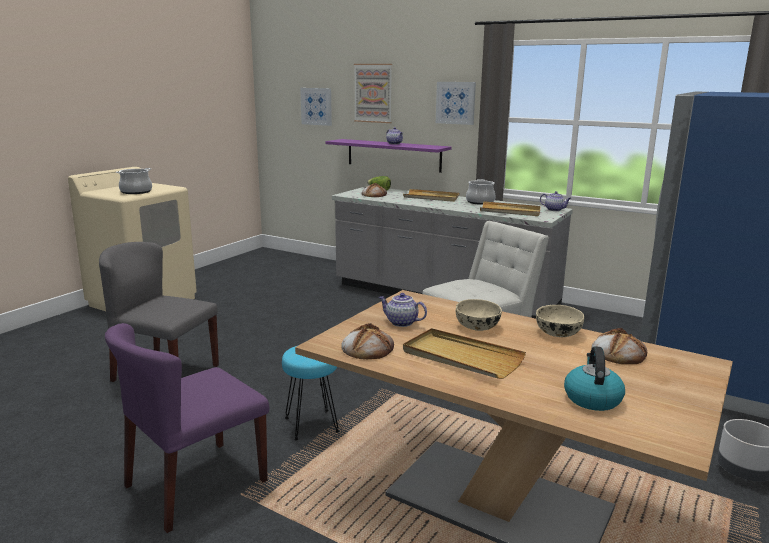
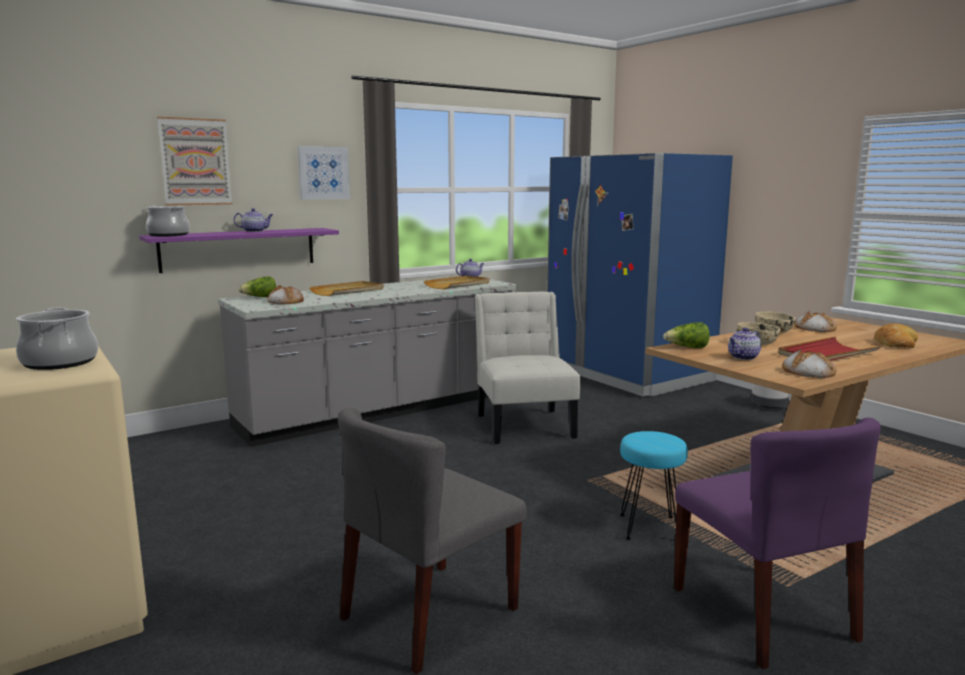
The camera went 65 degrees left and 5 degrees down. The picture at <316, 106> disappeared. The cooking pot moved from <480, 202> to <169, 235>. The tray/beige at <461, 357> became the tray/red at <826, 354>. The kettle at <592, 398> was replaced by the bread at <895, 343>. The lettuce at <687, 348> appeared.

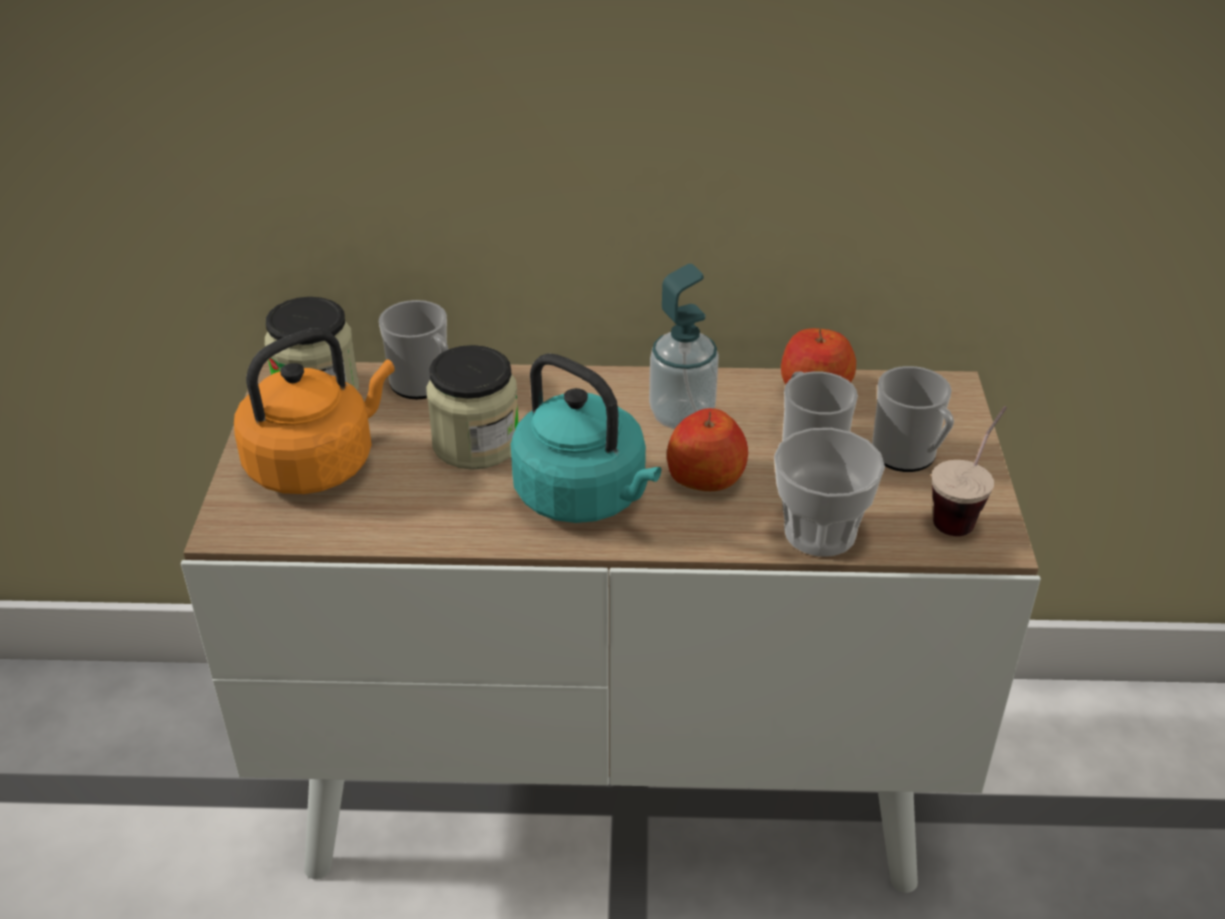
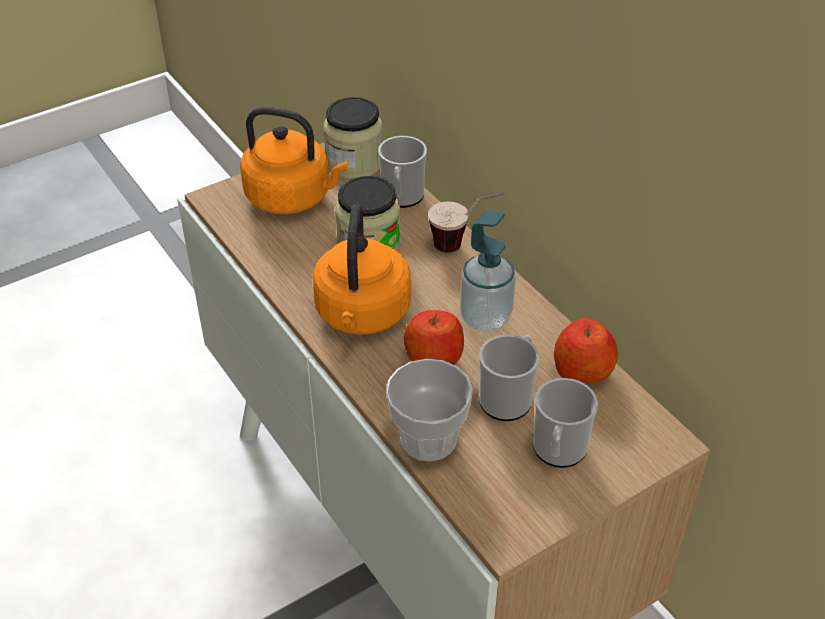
The camera went 55 degrees right and 5 degrees up. The kettle/turquoise at <585, 498> became the kettle/orange at <362, 315>. The cup moved from <964, 511> to <464, 245>.

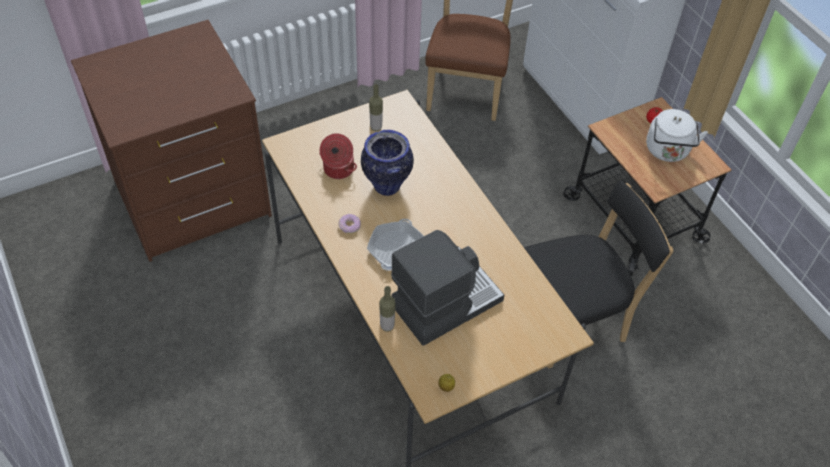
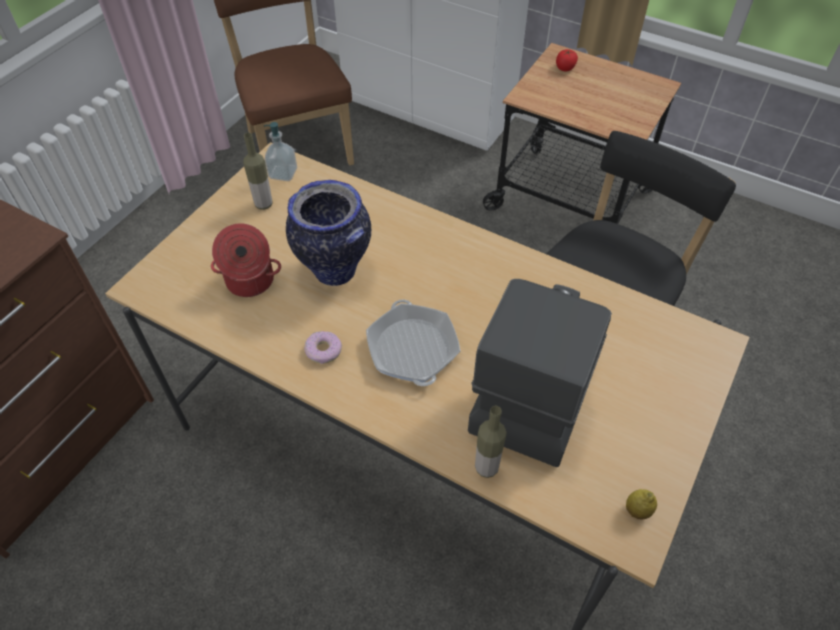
The camera went 30 degrees left and 0 degrees up. The kettle/white at <667, 151> disappeared. The soap dispenser at <283, 173> appeared.

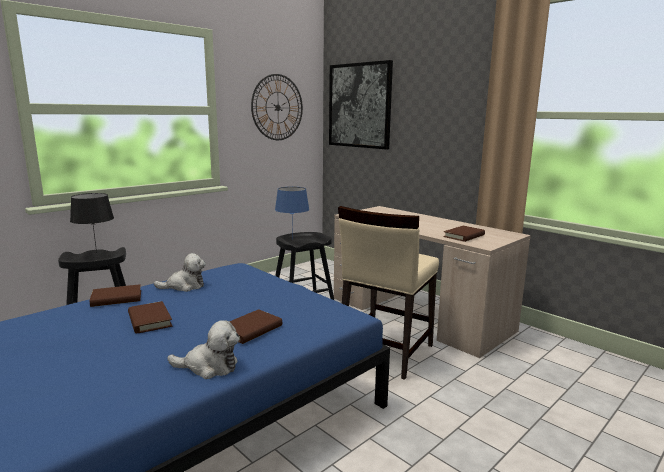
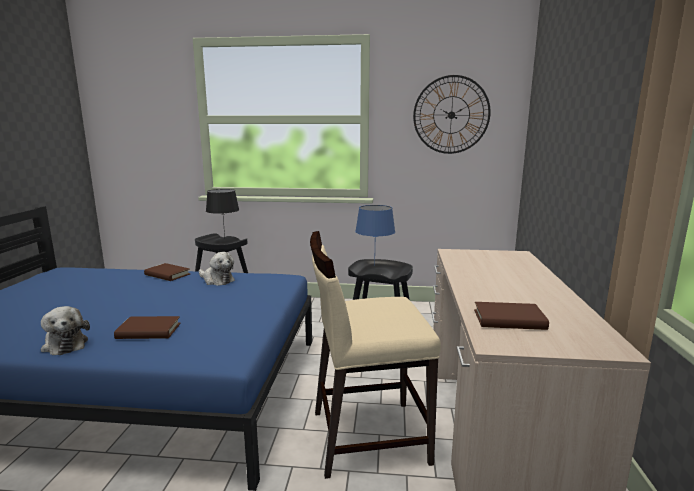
The camera went 50 degrees right and 0 degrees up. The picture at <359, 105> disappeared. The book/brown at <149, 320> disappeared.

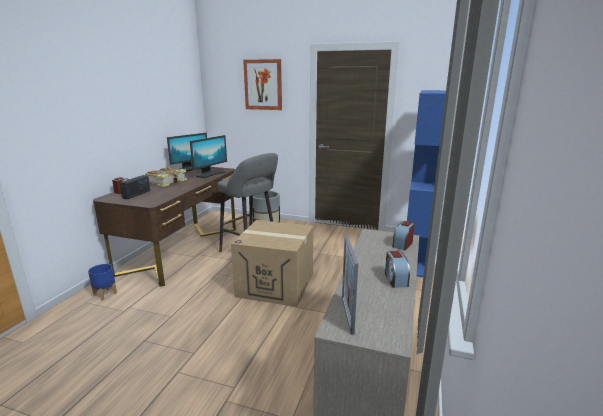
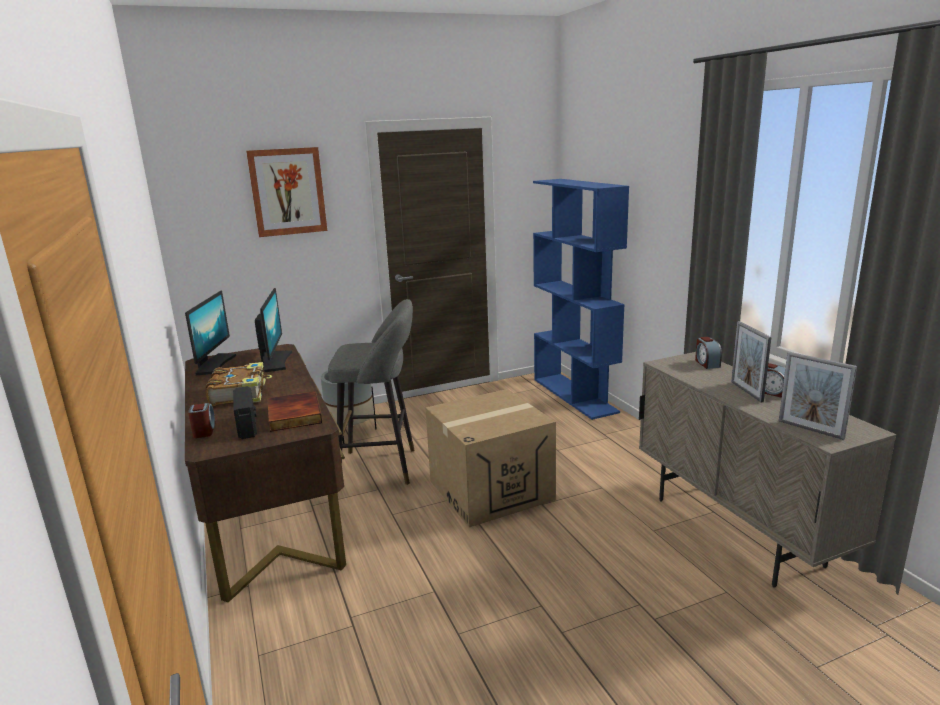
The camera went 40 degrees left and 0 degrees up. The planter/blue at <105, 294> disappeared. The picture frame at <746, 391> appeared. The book at <293, 415> appeared.

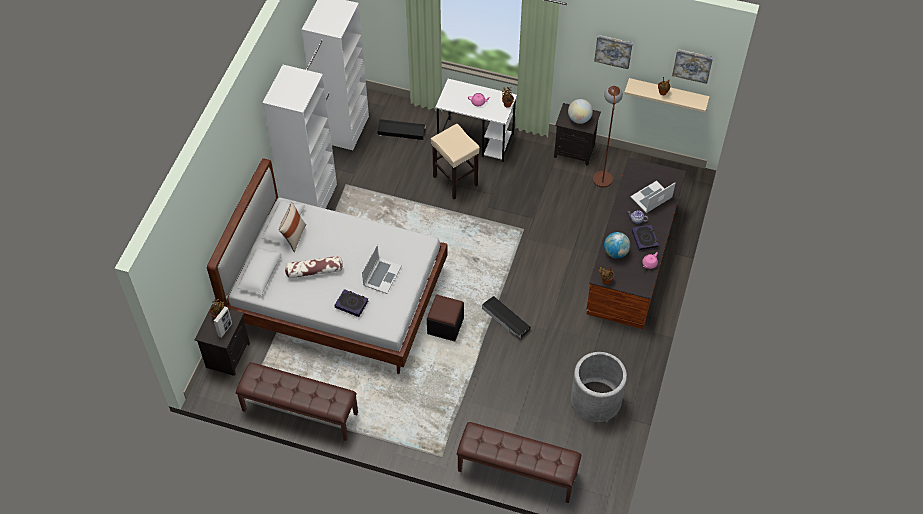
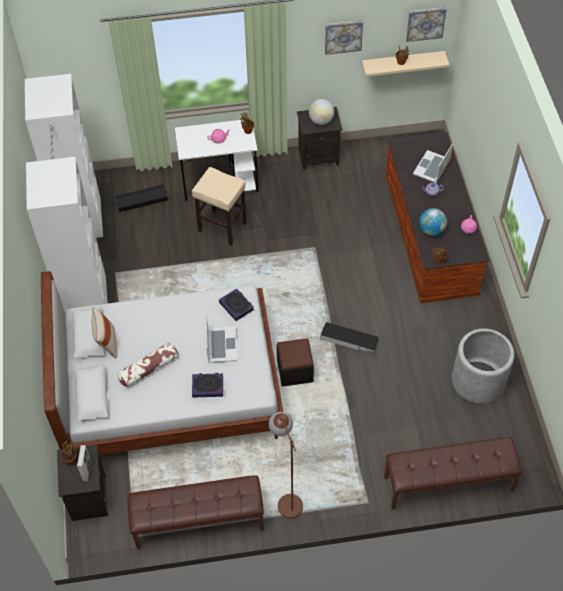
The camera went 25 degrees left and 0 degrees up. The floor lamp/brown moved from <602, 174> to <286, 498>. The book moved from <645, 239> to <236, 306>.

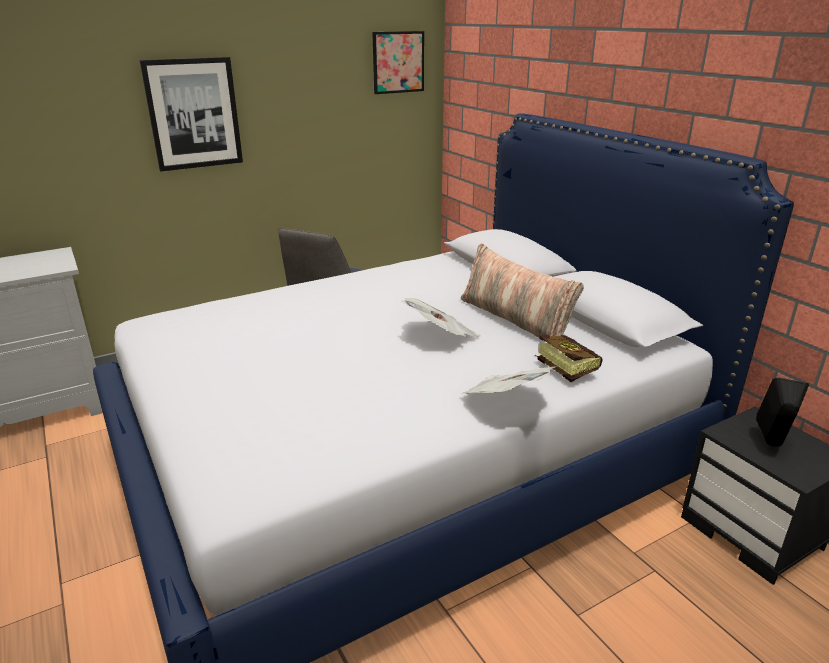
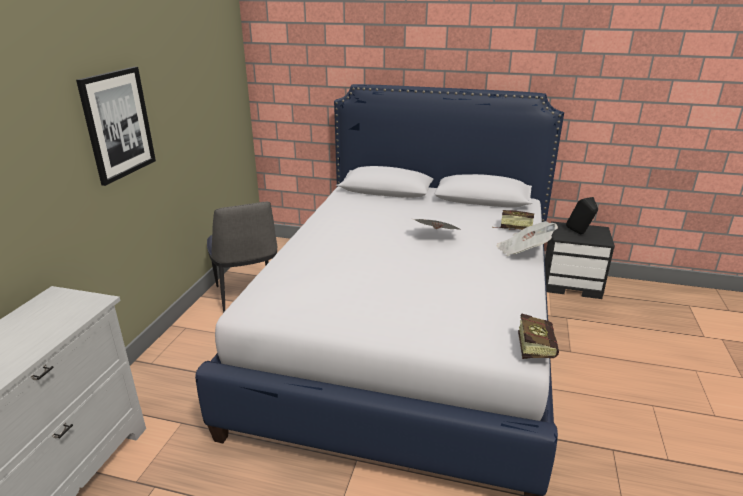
The camera went 45 degrees left and 0 degrees up. The picture at <398, 62> disappeared. The pillow at <515, 320> disappeared. The book at <534, 346> appeared.

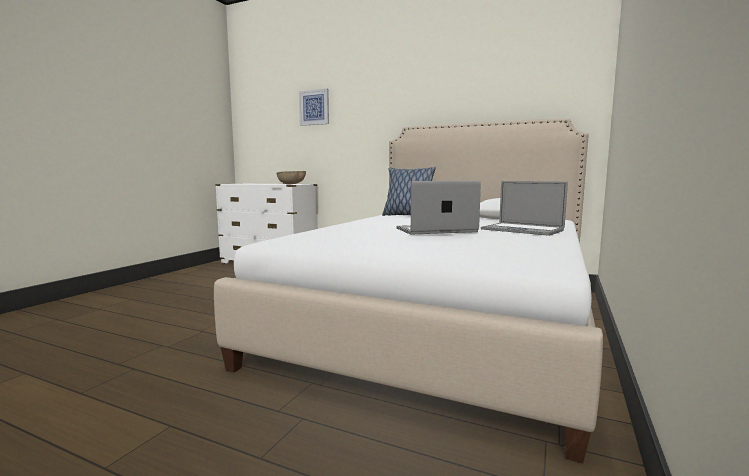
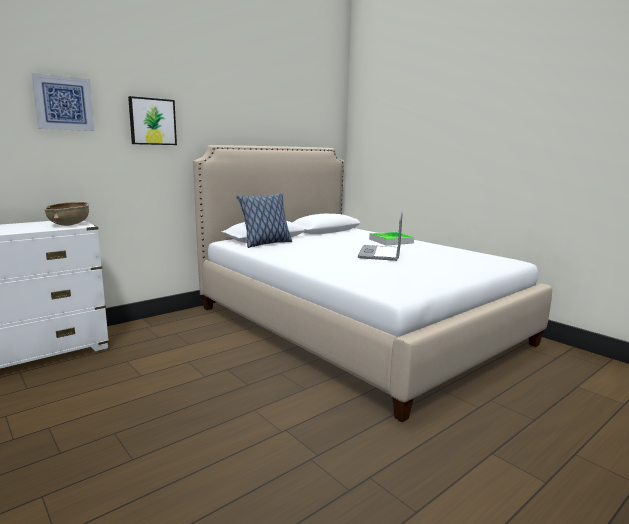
The camera went 65 degrees left and 5 degrees up. The laptop at <522, 230> was replaced by the tray at <391, 241>. The picture at <152, 121> appeared.

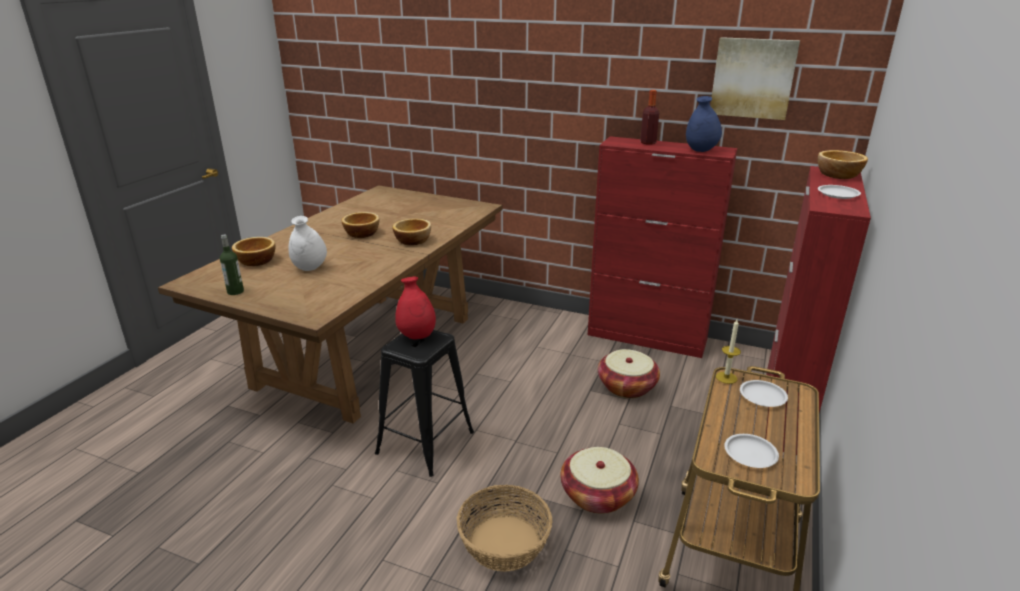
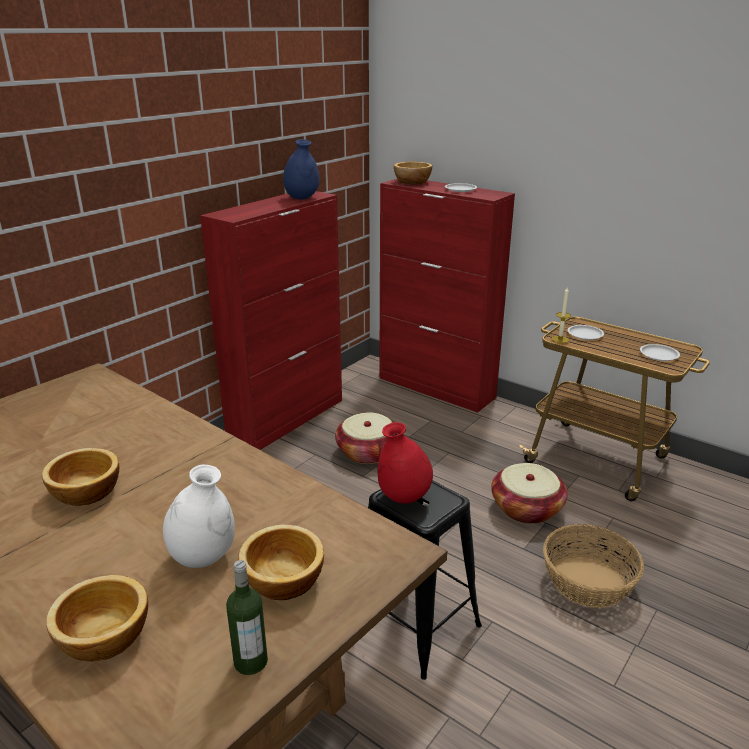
The camera went 75 degrees left and 0 degrees up. The picture at <753, 78> disappeared. The bottle at <648, 143> disappeared. The bowl moved from <413, 240> to <281, 580>.

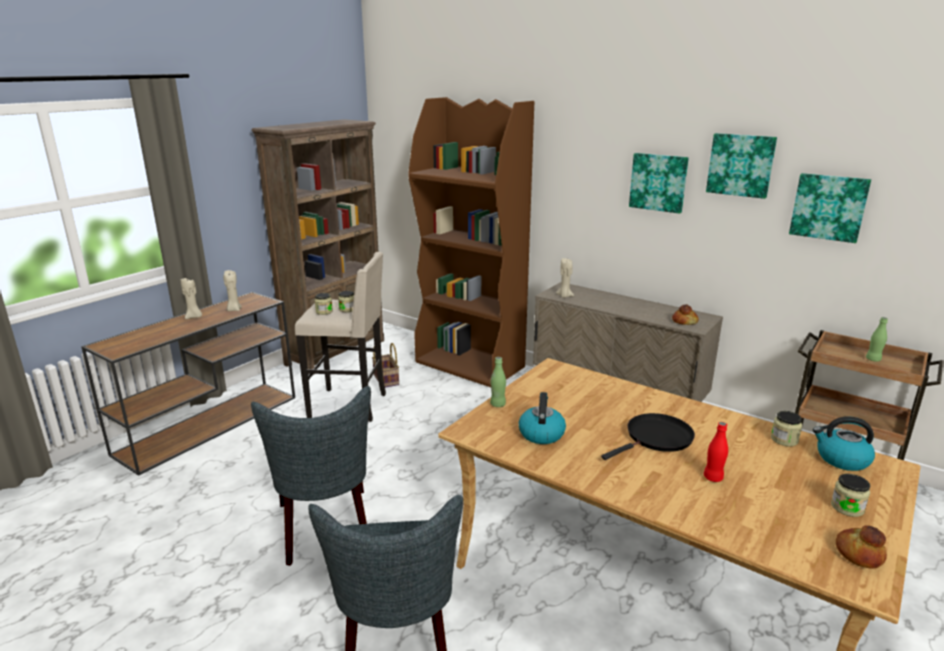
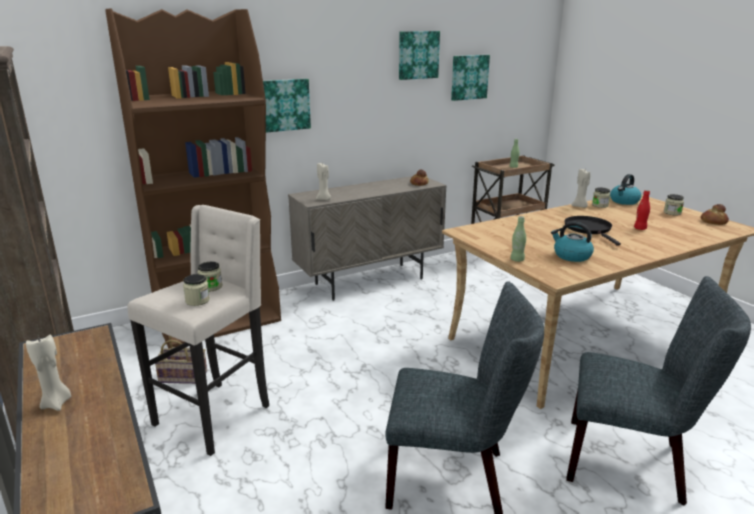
The camera went 65 degrees left and 0 degrees up. The picture moved from <658, 182> to <285, 105>. The candle/beige moved from <234, 310> to <580, 206>.

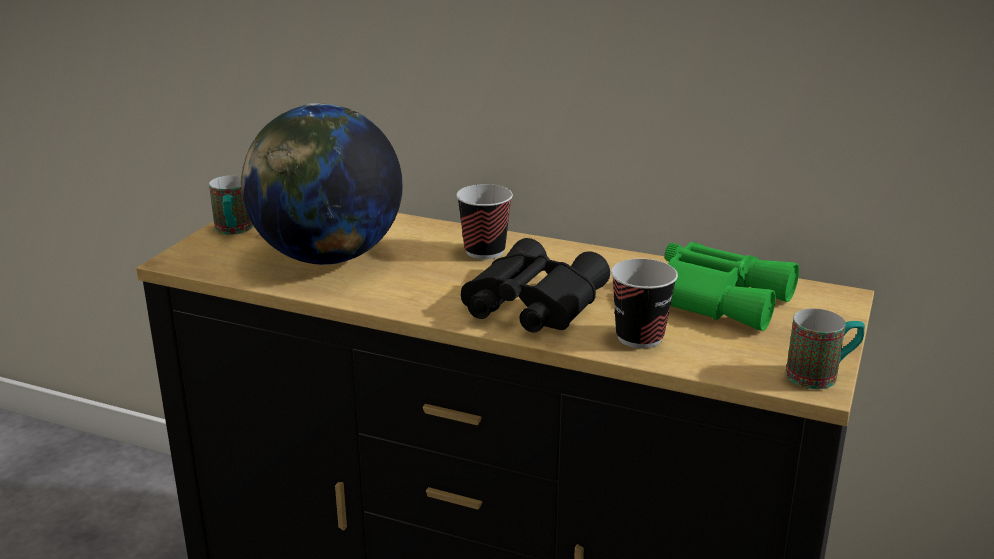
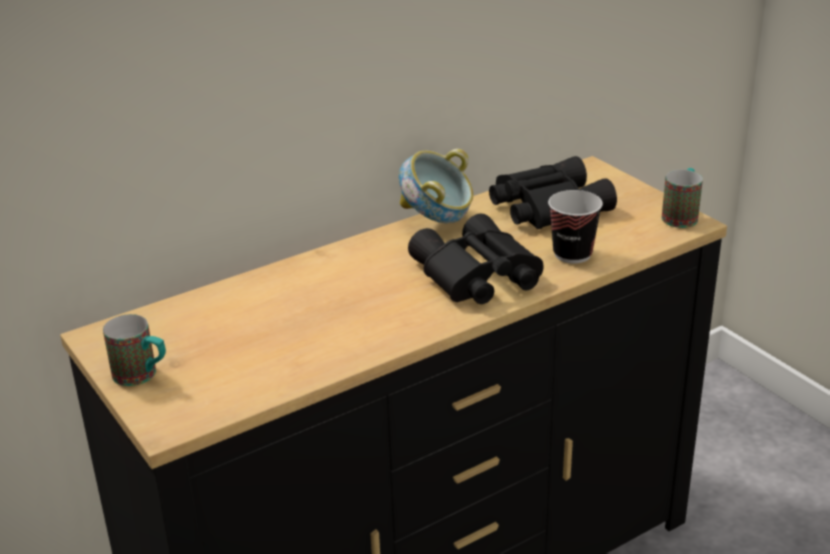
The camera went 55 degrees left and 5 degrees up. The globe at <327, 258> disappeared. The cup at <484, 251> disappeared. The binoculars/green at <717, 297> became the binoculars/black at <546, 206>. The bowl at <437, 221> appeared.

